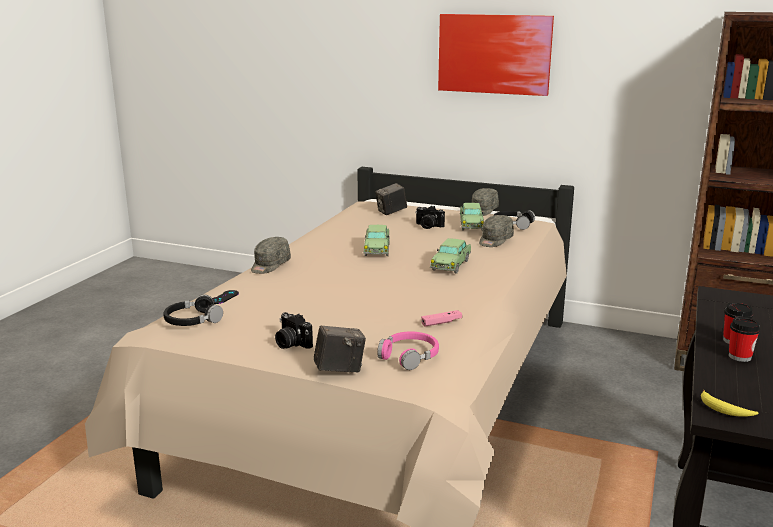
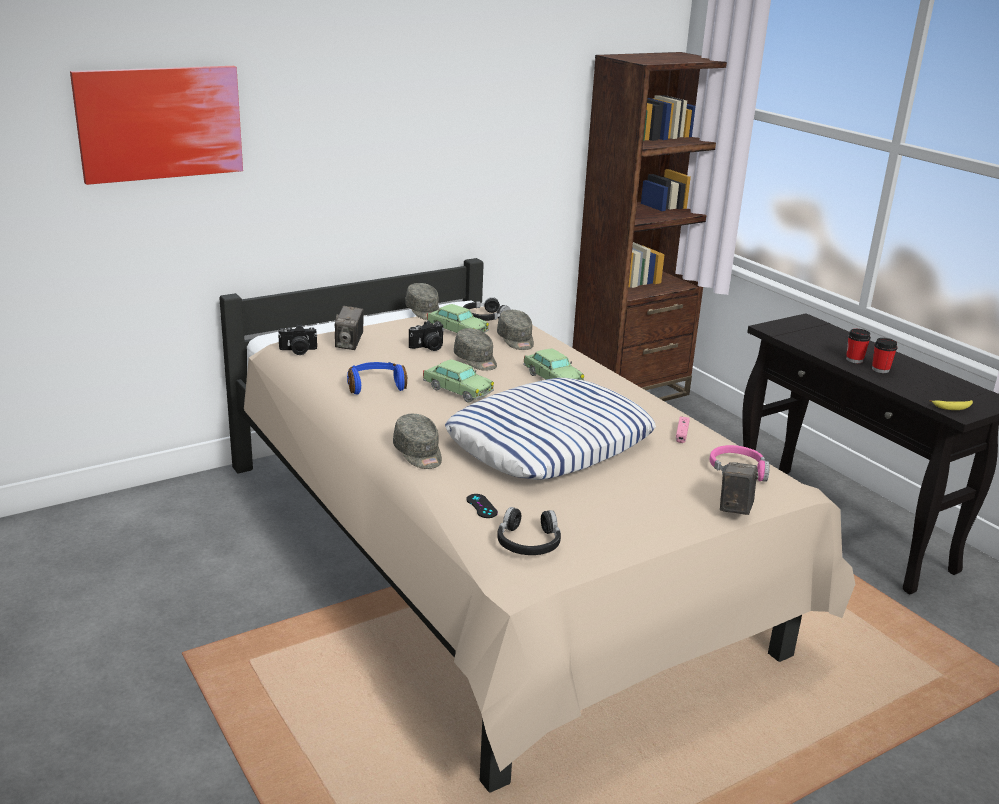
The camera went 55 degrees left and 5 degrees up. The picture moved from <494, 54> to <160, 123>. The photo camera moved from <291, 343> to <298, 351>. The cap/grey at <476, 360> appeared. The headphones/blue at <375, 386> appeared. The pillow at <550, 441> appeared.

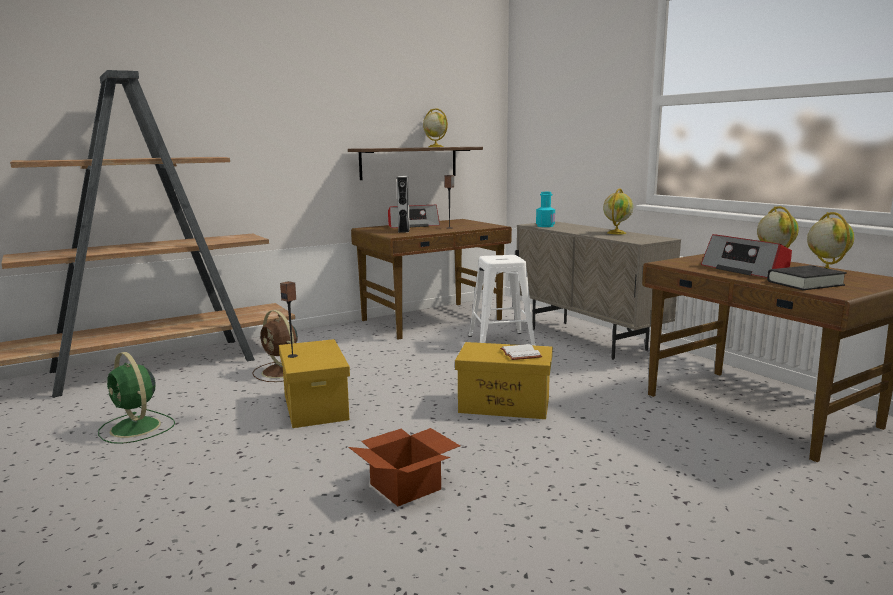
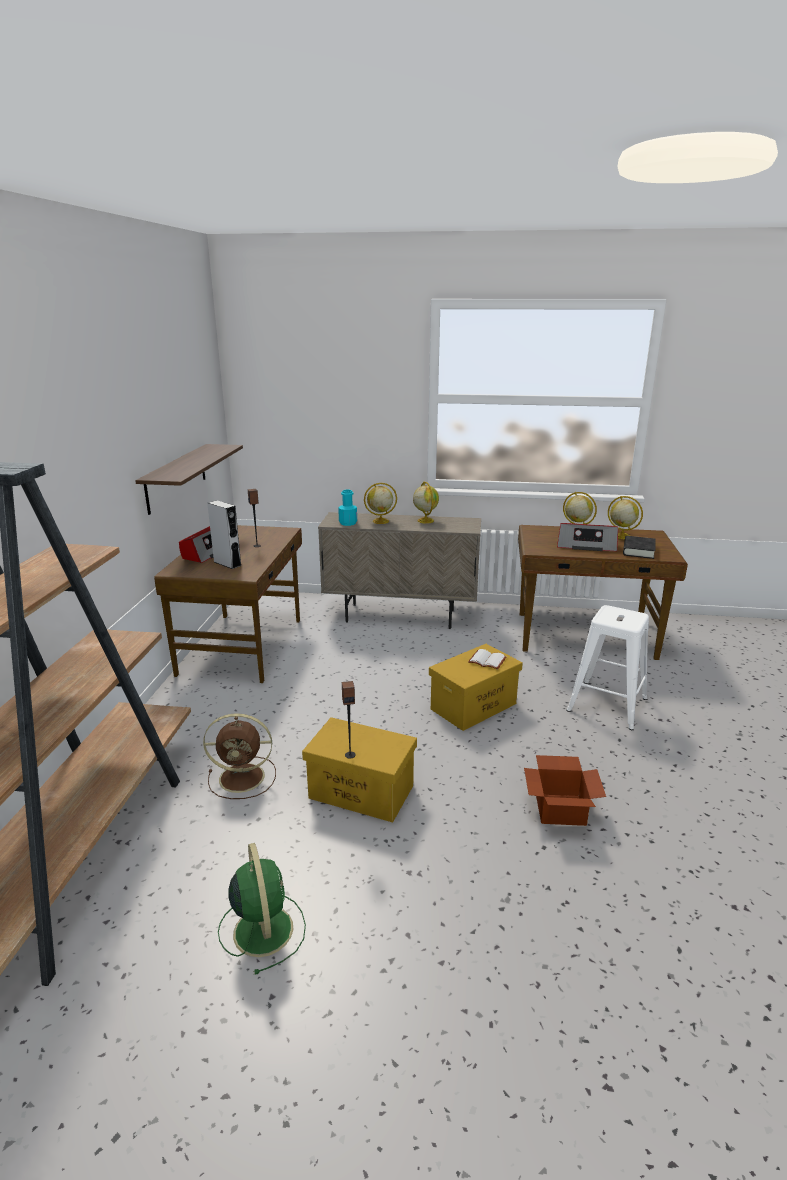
The camera went 50 degrees left and 10 degrees up. The globe moved from <435, 147> to <380, 521>. The stool/white moved from <500, 342> to <608, 705>. The fan/green at <136, 428> turned 105 degrees counterclockwise.

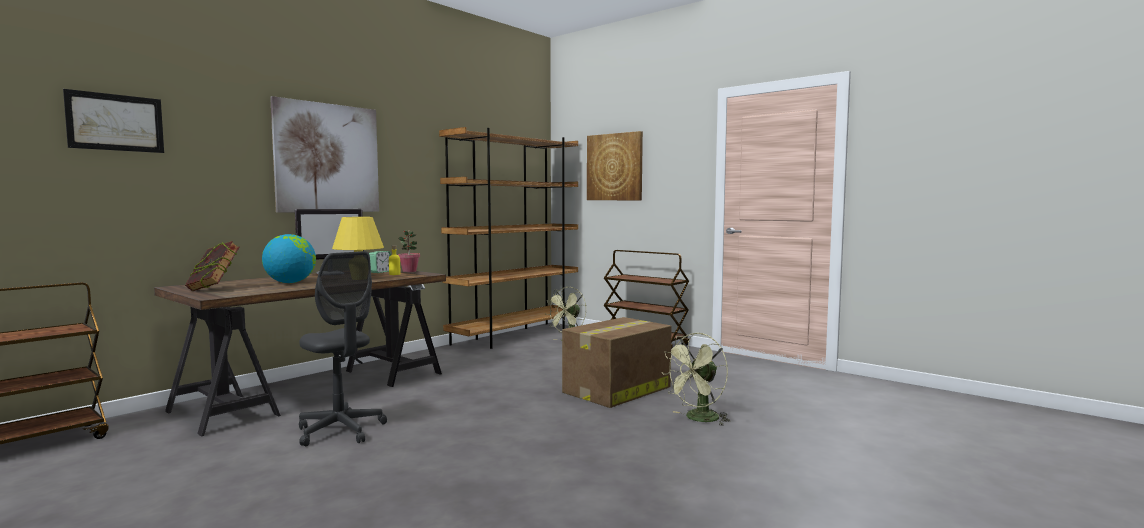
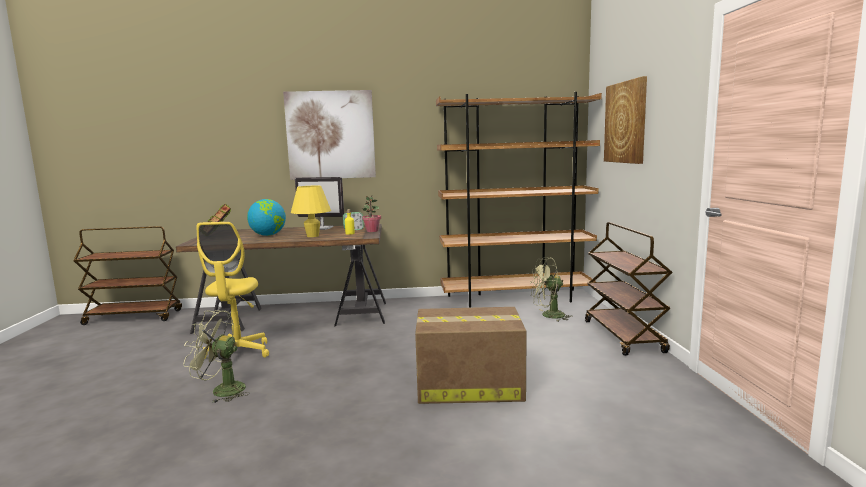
The camera went 45 degrees right and 5 degrees up. The picture at <115, 122> disappeared. The office chair/grey at <340, 431> became the office chair/yellow at <238, 354>. The fan/green moved from <698, 419> to <221, 390>.

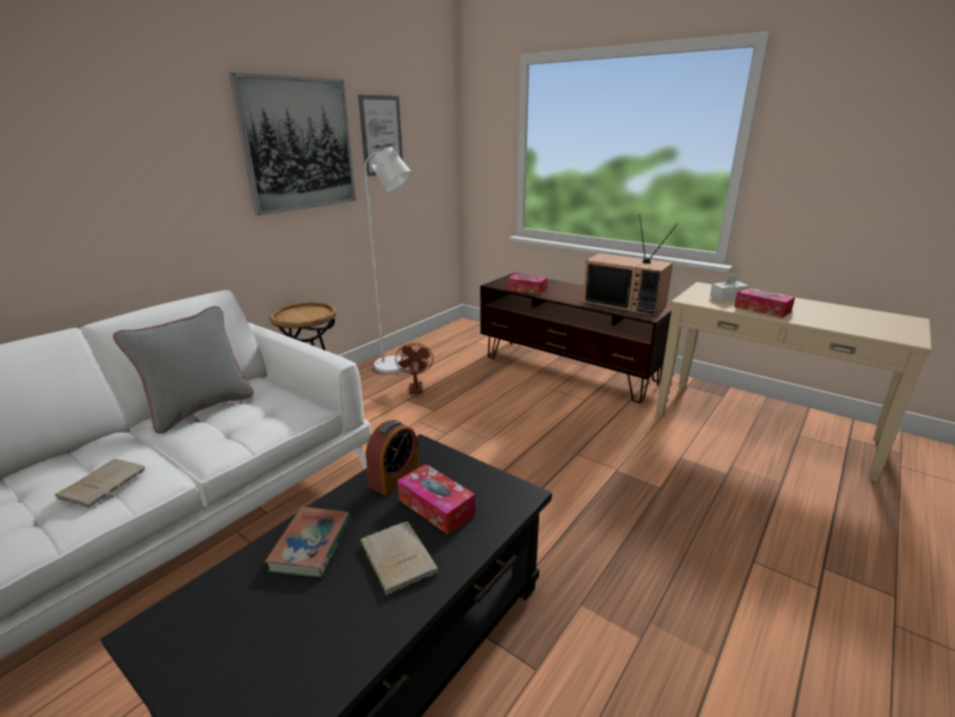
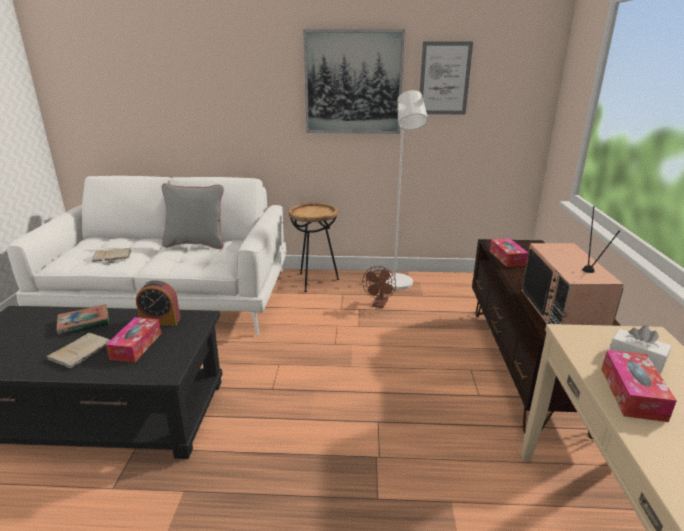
The camera went 55 degrees right and 0 degrees up. The fan/brown at <415, 387> turned 150 degrees clockwise.

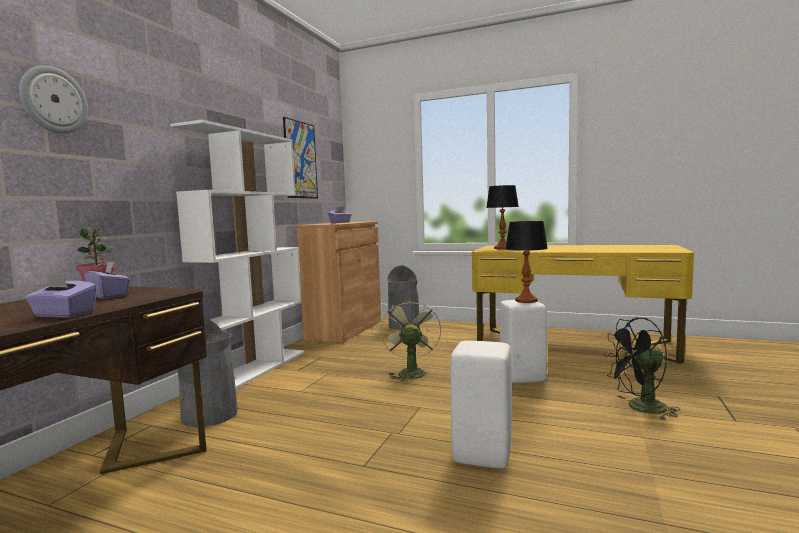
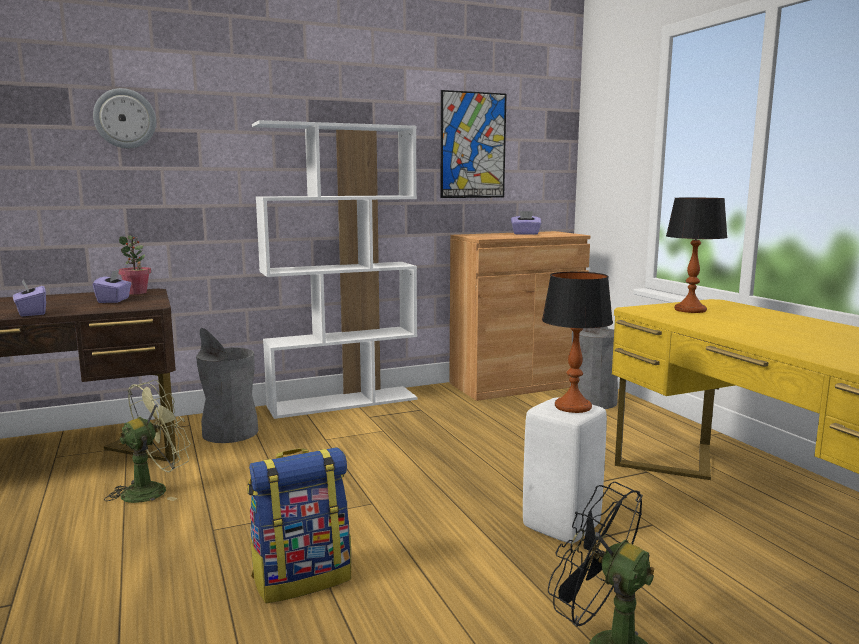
The camera went 45 degrees right and 5 degrees up. The fan/green moved from <410, 372> to <153, 490>. The stool/white at <481, 454> was replaced by the backpack at <302, 578>.

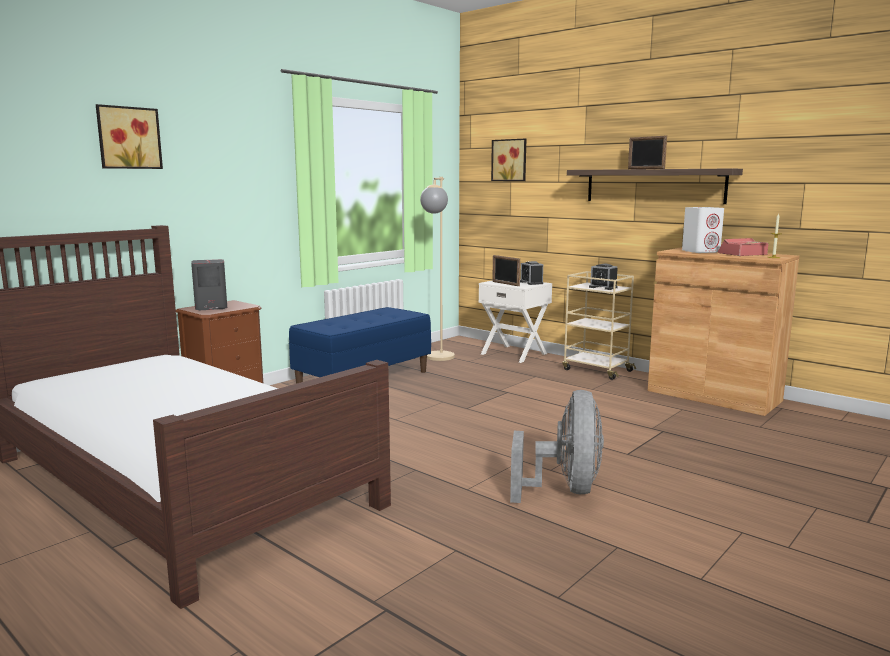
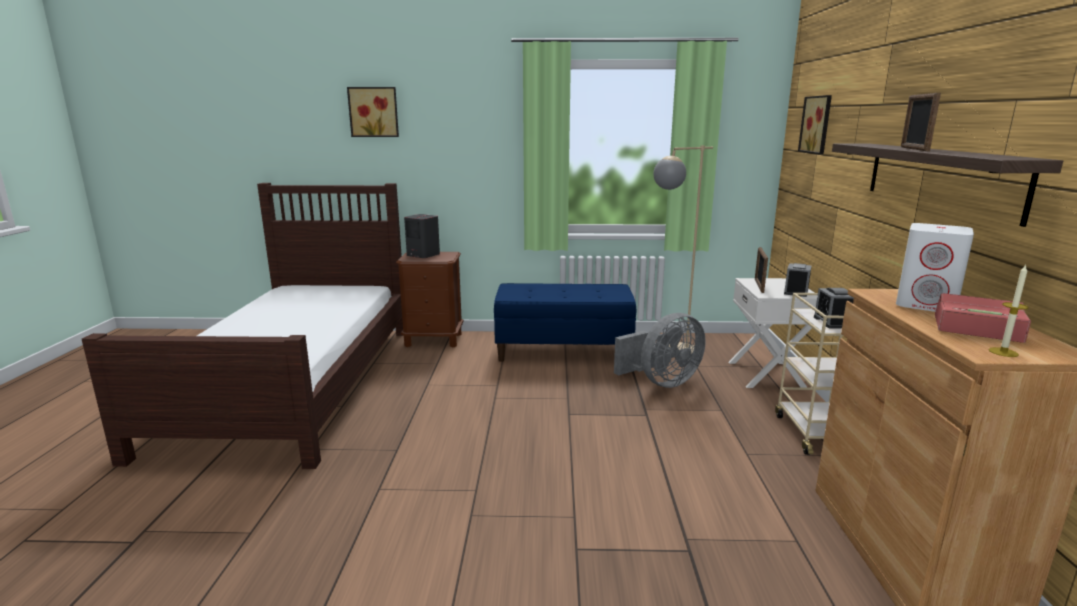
The camera went 50 degrees right and 5 degrees up. The fan/grey moved from <565, 490> to <662, 382>.

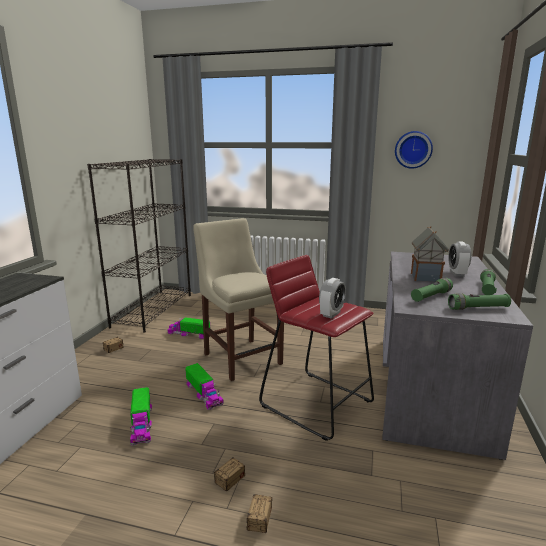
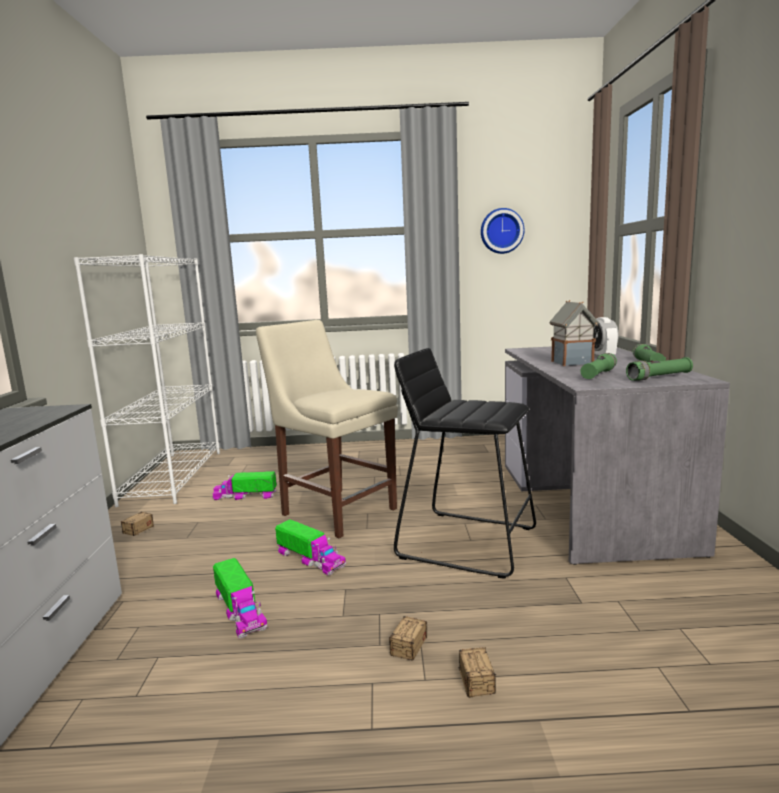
The camera went 15 degrees left and 5 degrees down. The bookcase/black at <153, 310> became the bookcase/white at <173, 476>. The stool/red at <317, 403> became the stool/black at <467, 542>. The alarm clock at <331, 314> disappeared.

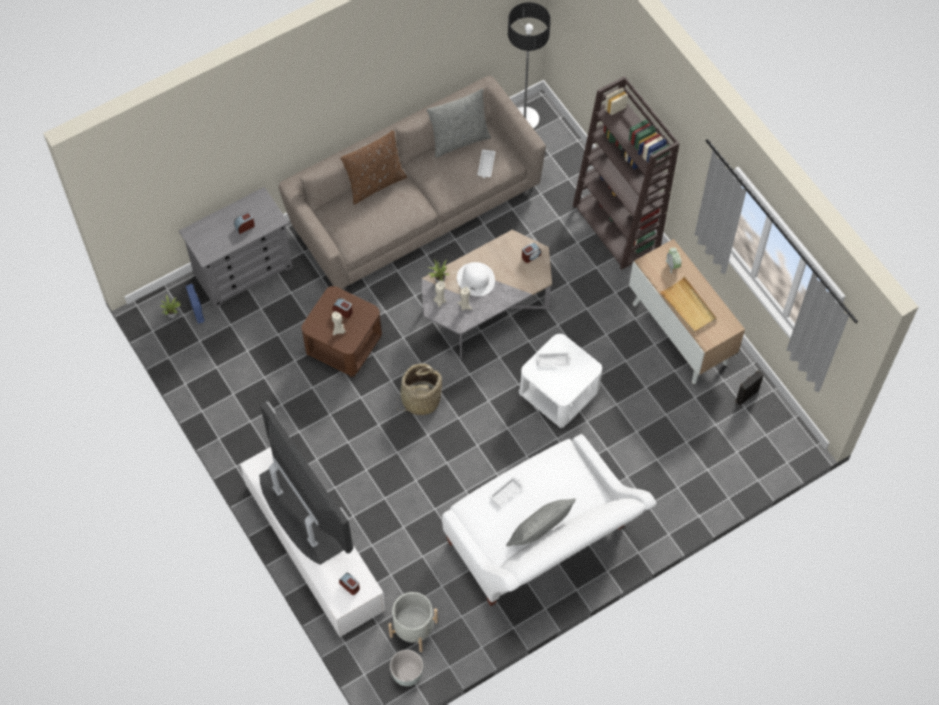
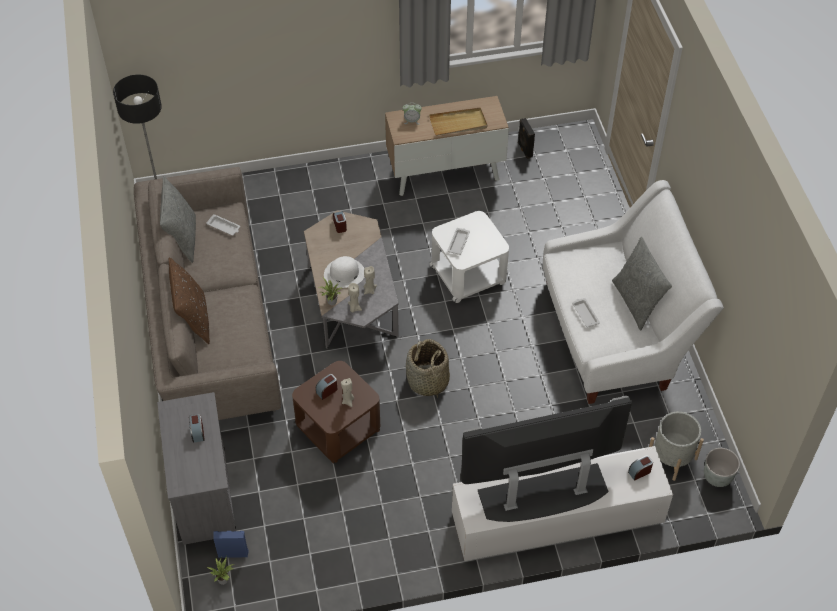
The camera went 70 degrees left and 10 degrees down. The bookcase/brown at <617, 227> disappeared.

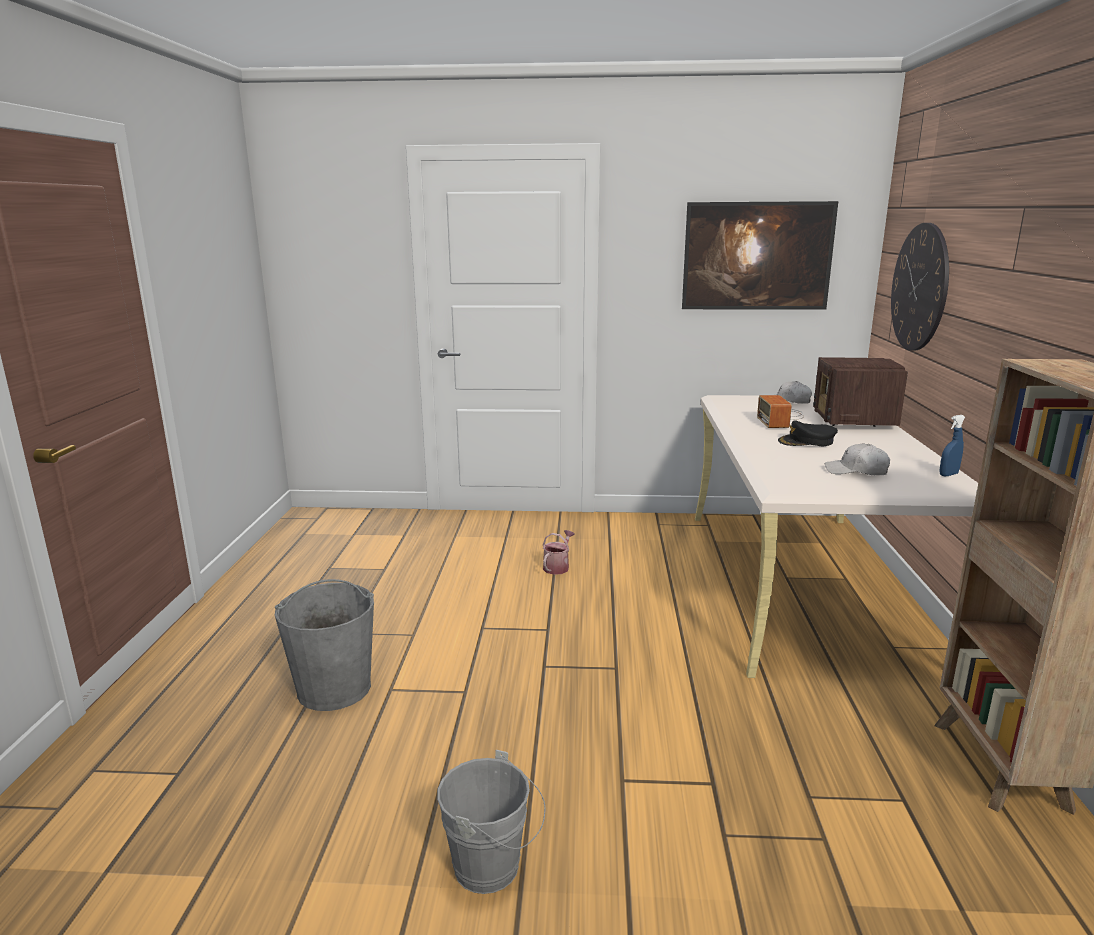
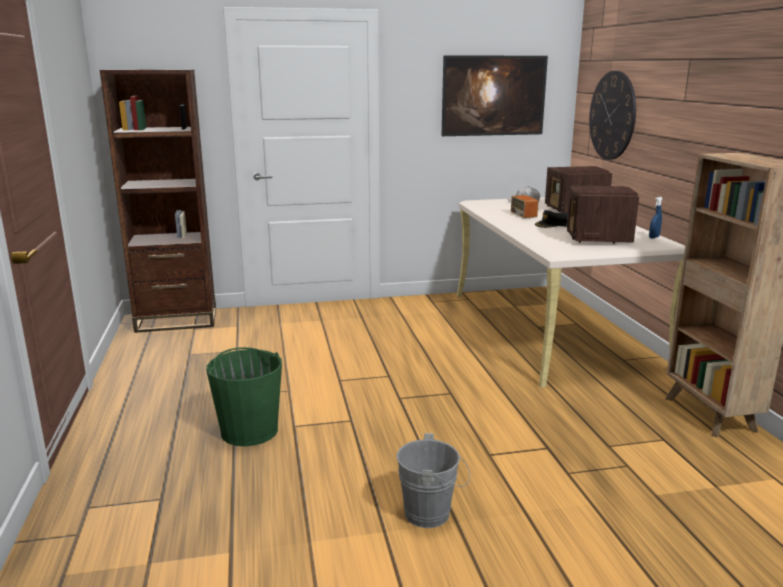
The camera went 15 degrees left and 0 degrees up. The cap/white at <856, 471> was replaced by the radio at <598, 239>. The watering can at <557, 567> disappeared. The bucket/grey at <334, 688> became the bucket/green at <249, 431>. The bookcase/brown at <177, 320> appeared.

